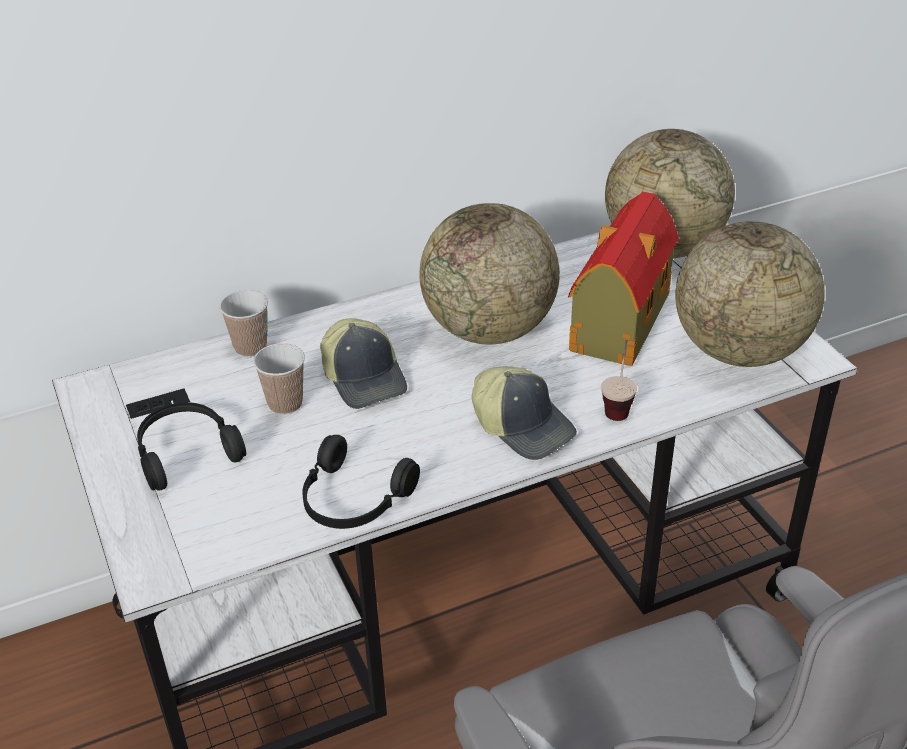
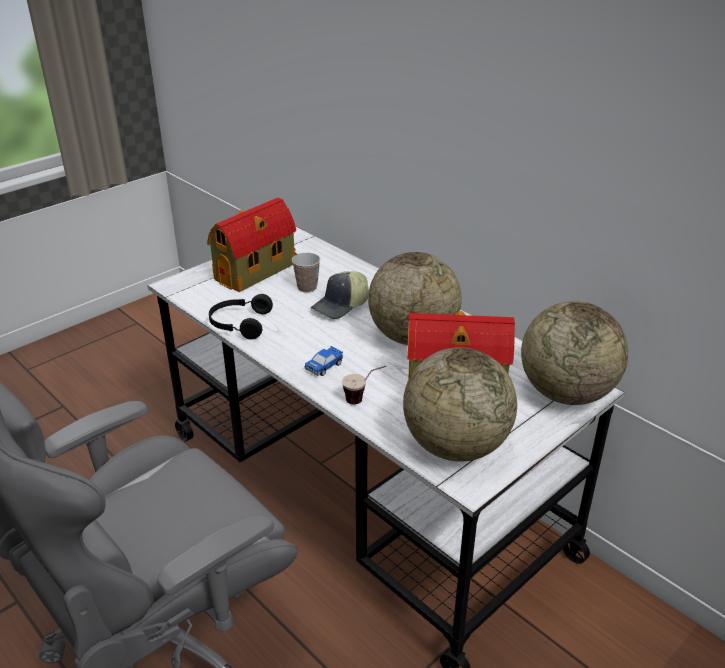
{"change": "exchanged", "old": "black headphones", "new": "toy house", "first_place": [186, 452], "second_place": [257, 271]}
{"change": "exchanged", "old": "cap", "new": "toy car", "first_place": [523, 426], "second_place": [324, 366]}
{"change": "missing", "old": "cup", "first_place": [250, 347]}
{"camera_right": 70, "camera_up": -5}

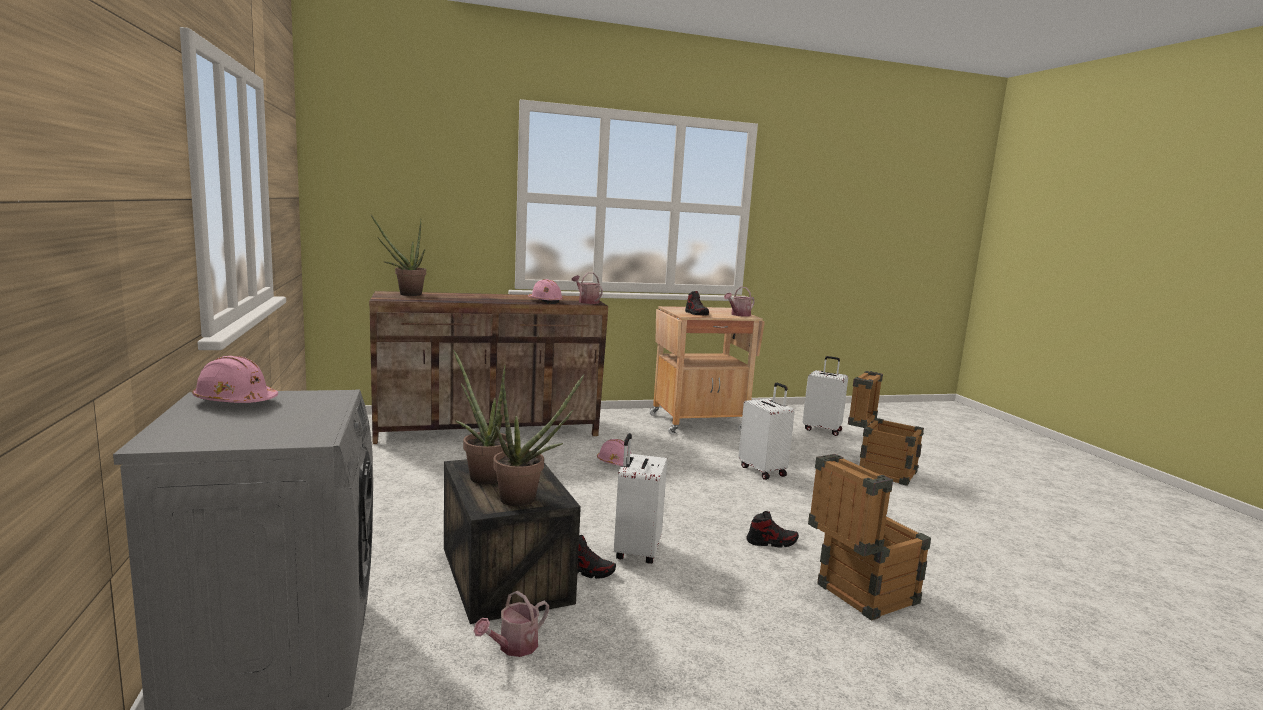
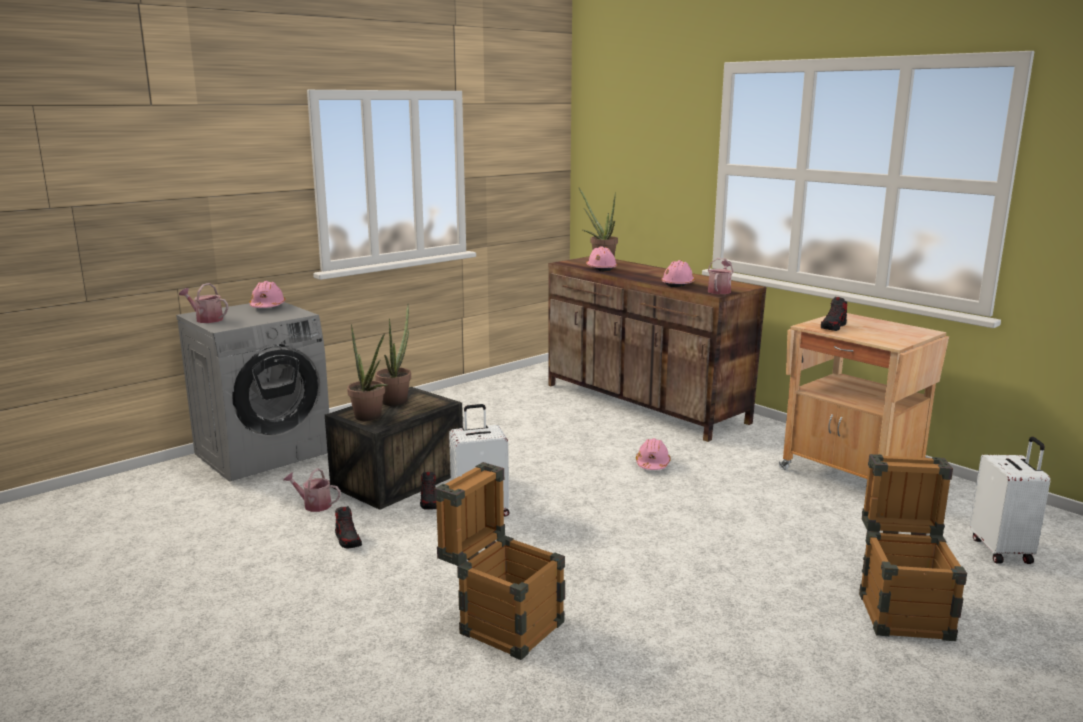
{"change": "relocated", "old": "watering can", "first_place": [738, 315], "second_place": [206, 319]}
{"change": "relocated", "old": "shoe", "first_place": [771, 542], "second_place": [348, 539]}
{"change": "appeared", "new": "pink hard hat", "second_place": [601, 268]}
{"change": "missing", "old": "white suitcase", "first_place": [763, 471]}
{"camera_right": 65, "camera_up": 5}

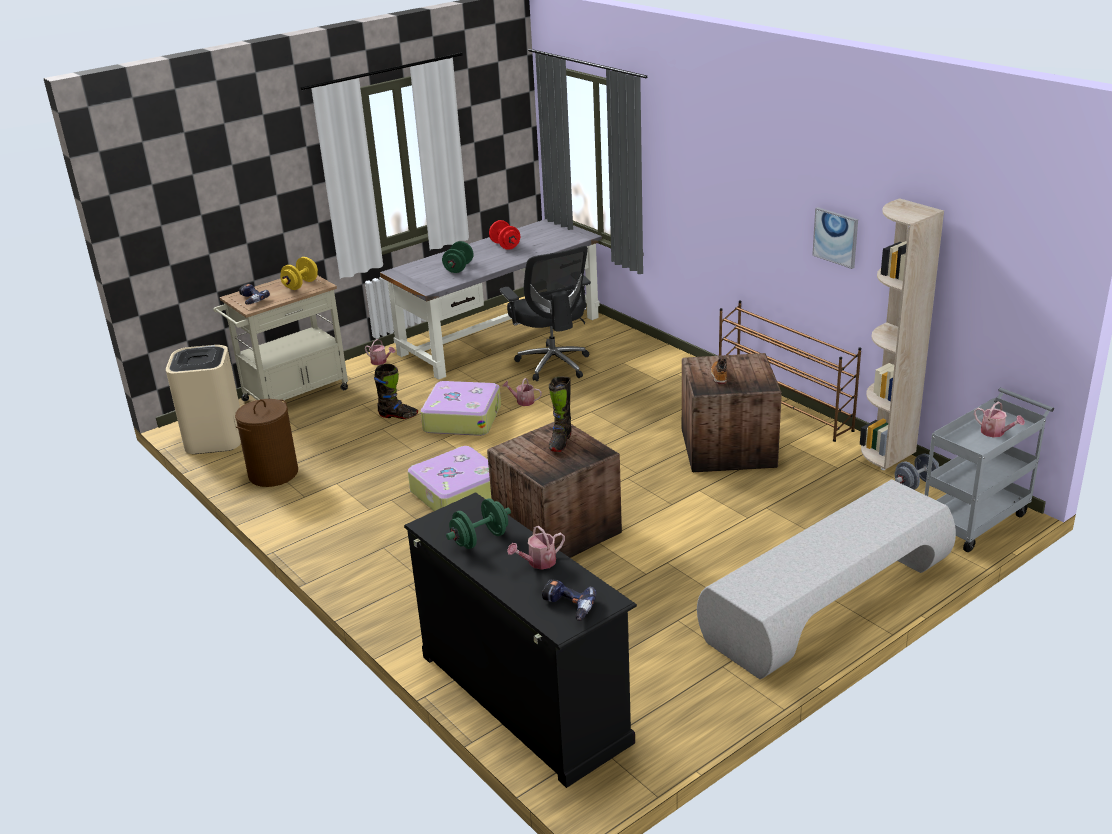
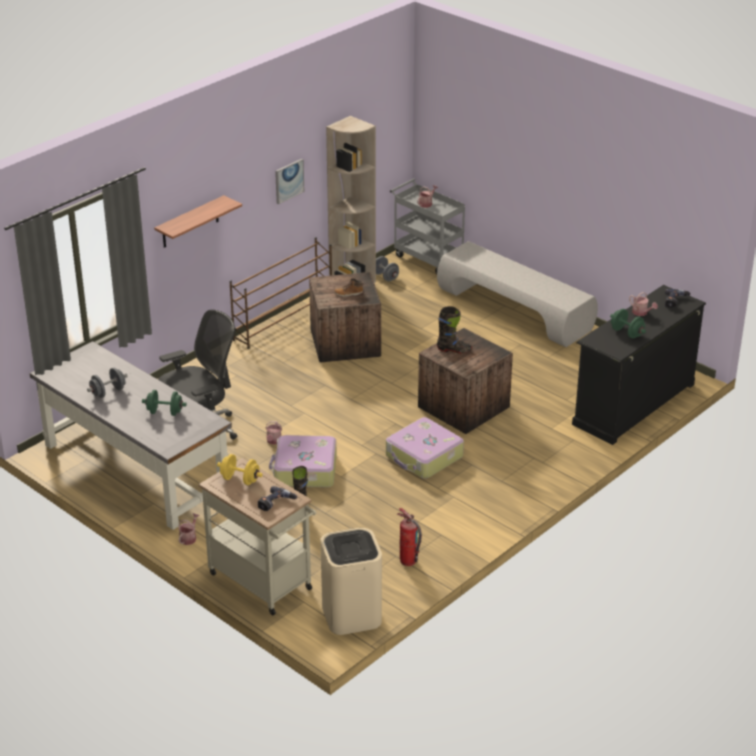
{"change": "colour", "old": "red dumbbell", "new": "grey dumbbell", "first_place": [505, 245], "second_place": [108, 392]}
{"change": "appeared", "new": "shelf", "second_place": [190, 222]}
{"change": "exchanged", "old": "brown laundry basket", "new": "fire extinguisher", "first_place": [273, 473], "second_place": [408, 561]}
{"camera_right": -100, "camera_up": 5}

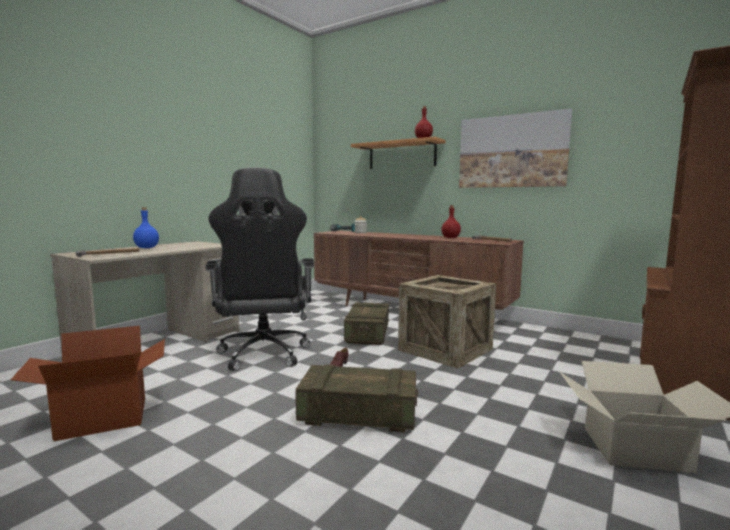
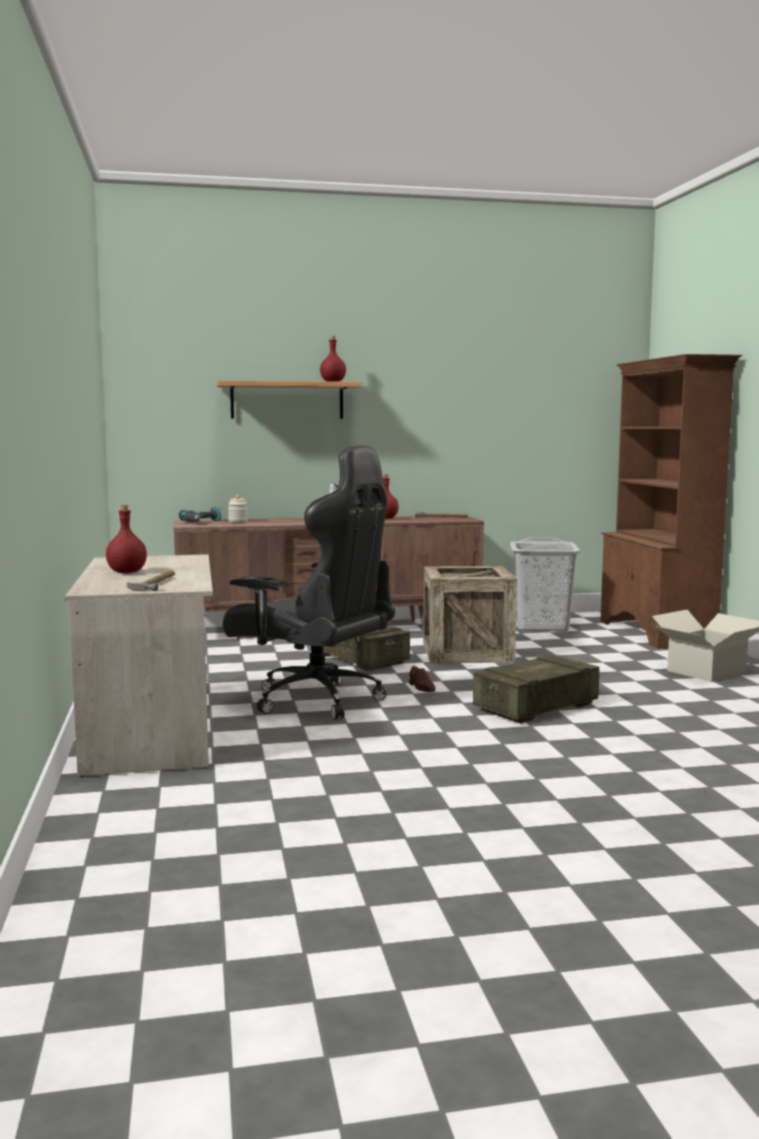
{"change": "colour", "old": "blue bottle", "new": "red bottle", "first_place": [147, 248], "second_place": [127, 572]}
{"change": "appeared", "new": "grey laundry basket", "second_place": [542, 626]}
{"change": "missing", "old": "cardboard box", "first_place": [102, 419]}
{"change": "missing", "old": "picture", "first_place": [512, 151]}
{"camera_right": -45, "camera_up": 0}

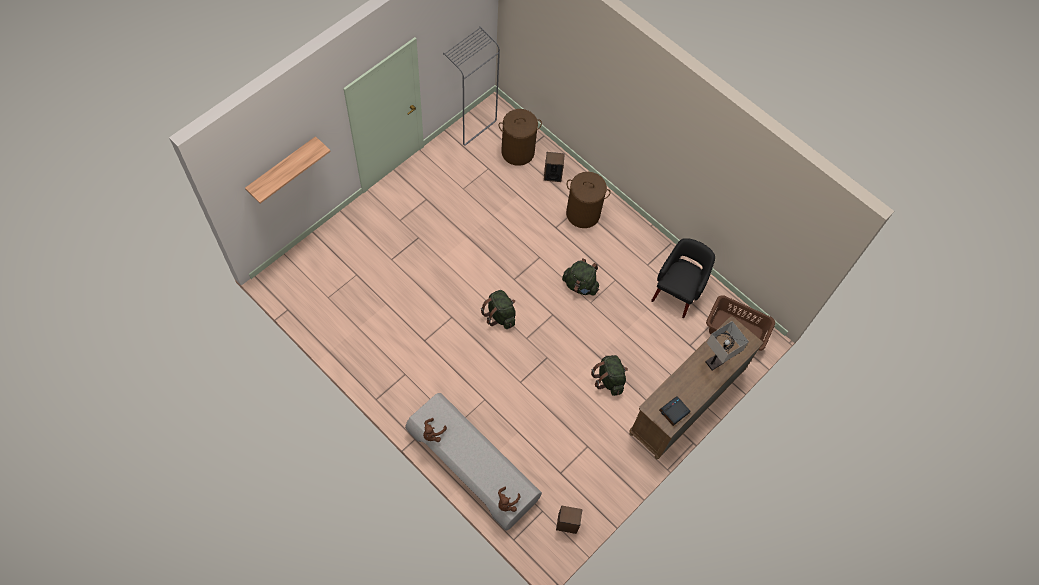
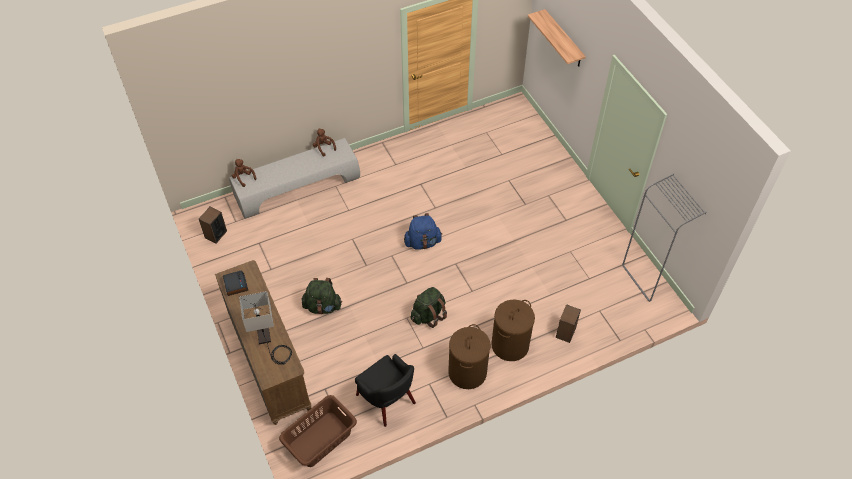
{"change": "colour", "old": "green backpack", "new": "blue backpack", "first_place": [500, 315], "second_place": [422, 242]}
{"change": "relocated", "old": "brown laundry basket", "first_place": [518, 152], "second_place": [467, 372]}
{"camera_right": 115, "camera_up": -10}

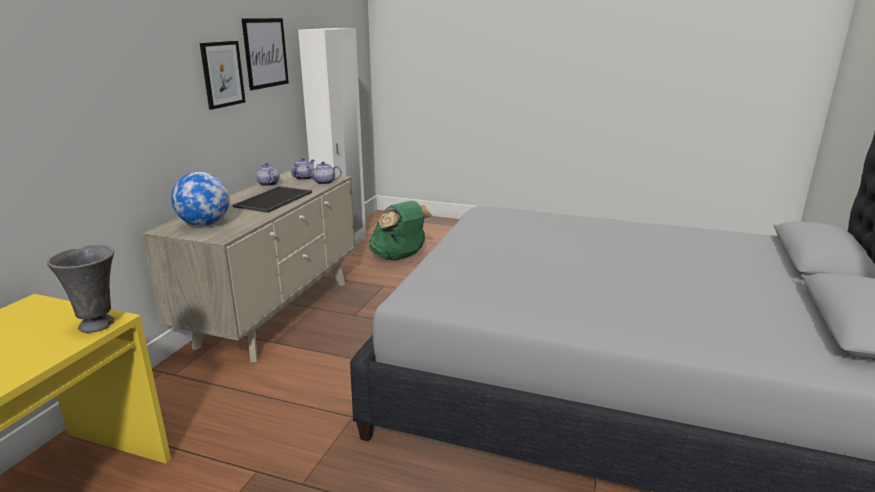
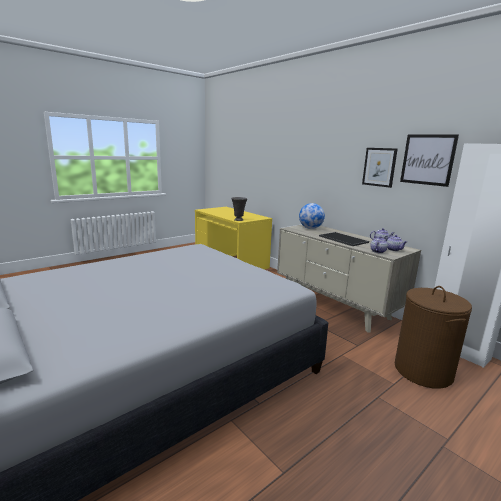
{"change": "exchanged", "old": "green backpack", "new": "brown laundry basket", "first_place": [399, 257], "second_place": [422, 371]}
{"camera_right": 120, "camera_up": -5}

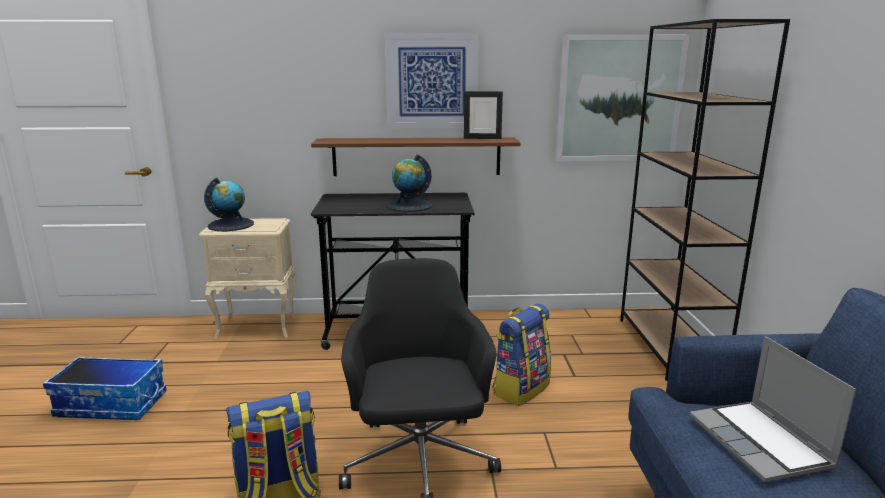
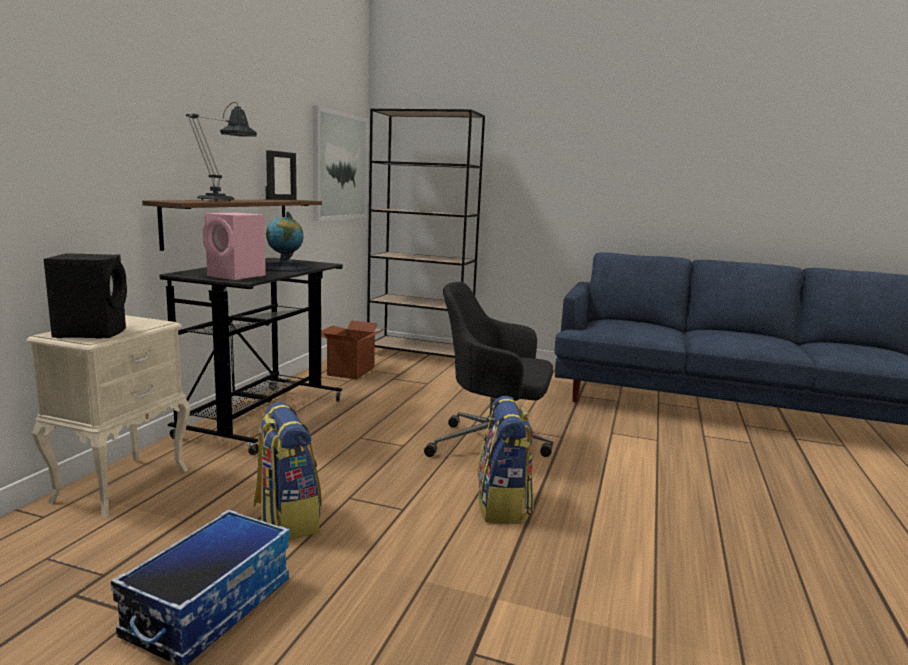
{"change": "exchanged", "old": "globe", "new": "black speaker", "first_place": [231, 225], "second_place": [92, 332]}
{"change": "appeared", "new": "table lamp", "second_place": [222, 200]}
{"change": "appeared", "new": "pink speaker", "second_place": [237, 276]}
{"change": "relocated", "old": "backpack", "first_place": [520, 388], "second_place": [286, 519]}
{"change": "appeared", "new": "cardboard box", "second_place": [350, 371]}
{"change": "missing", "old": "picture", "first_place": [432, 81]}
{"change": "missing", "old": "laptop", "first_place": [761, 443]}
{"camera_right": -70, "camera_up": -5}

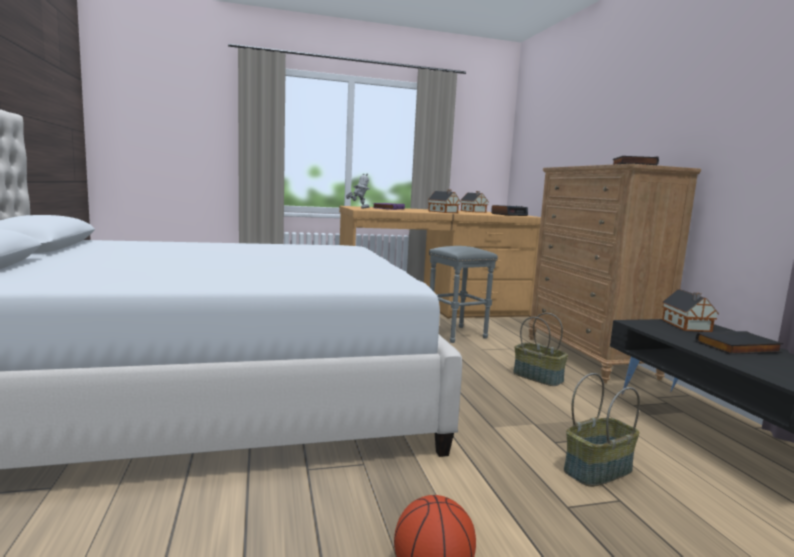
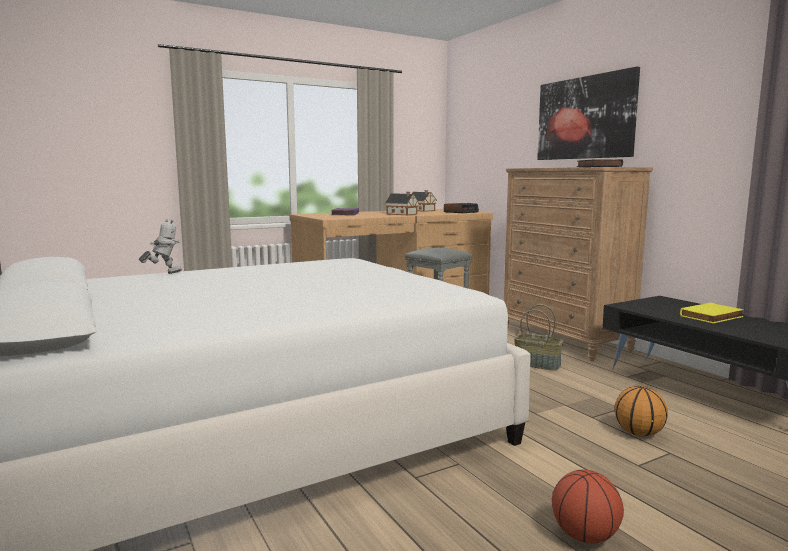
{"change": "relocated", "old": "toy robot", "first_place": [358, 208], "second_place": [163, 274]}
{"change": "appeared", "new": "picture", "second_place": [585, 118]}
{"change": "exchanged", "old": "basket", "new": "basketball", "first_place": [597, 470], "second_place": [638, 433]}
{"change": "colour", "old": "black book", "new": "yellow book", "first_place": [738, 347], "second_place": [712, 317]}
{"change": "missing", "old": "toy house", "first_place": [687, 326]}
{"camera_right": -15, "camera_up": 0}

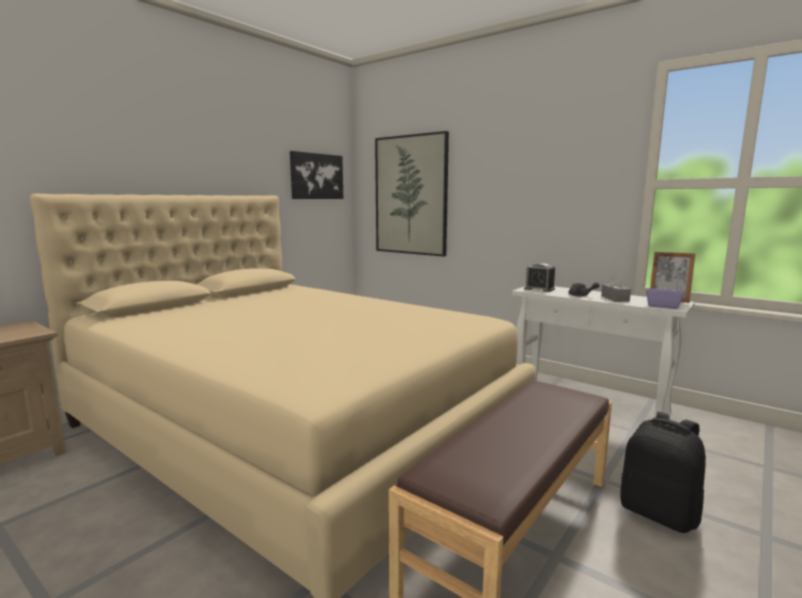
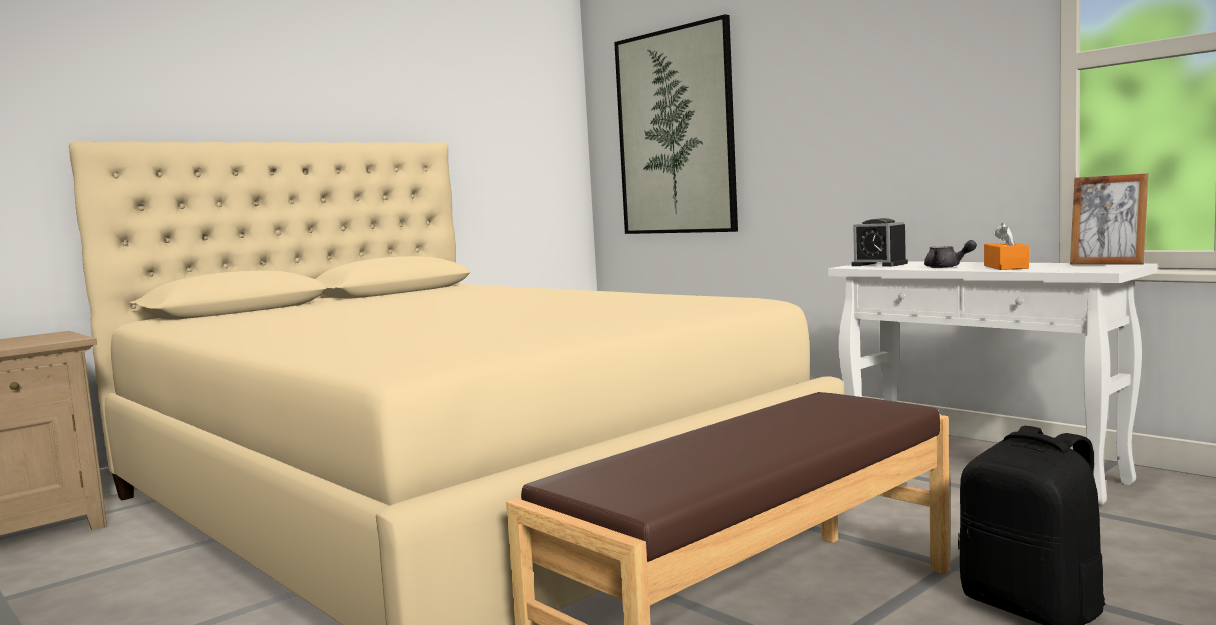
{"change": "colour", "old": "grey tissue box", "new": "orange tissue box", "first_place": [615, 298], "second_place": [1005, 267]}
{"change": "missing", "old": "picture", "first_place": [316, 176]}
{"change": "missing", "old": "purple tissue box", "first_place": [662, 306]}
{"camera_right": 10, "camera_up": -5}

